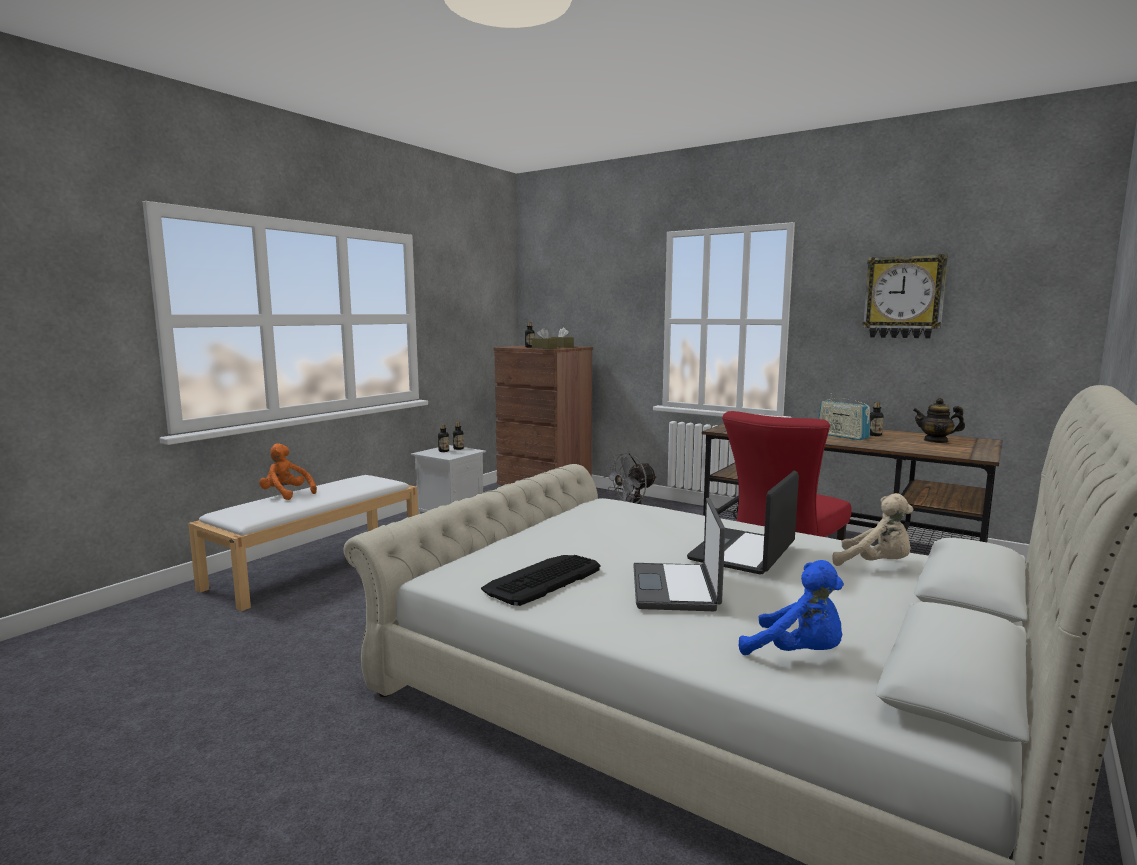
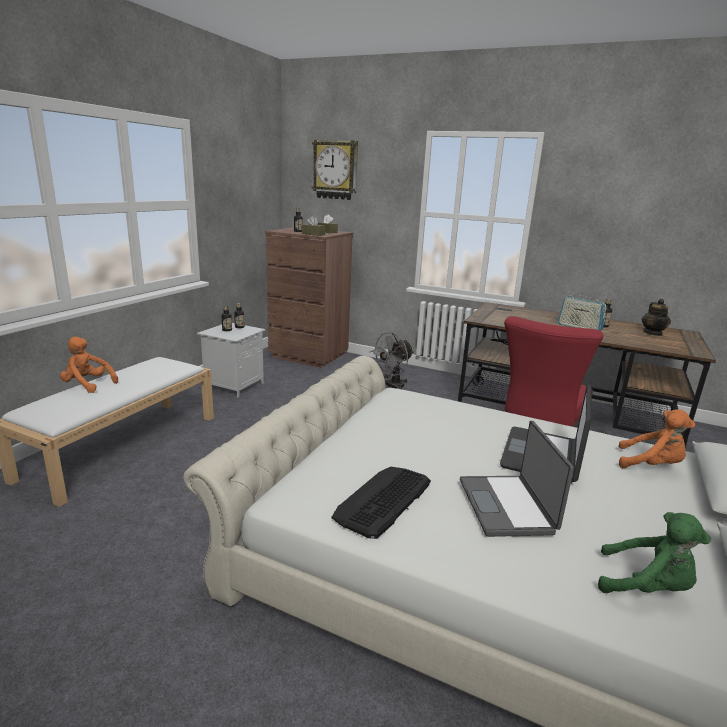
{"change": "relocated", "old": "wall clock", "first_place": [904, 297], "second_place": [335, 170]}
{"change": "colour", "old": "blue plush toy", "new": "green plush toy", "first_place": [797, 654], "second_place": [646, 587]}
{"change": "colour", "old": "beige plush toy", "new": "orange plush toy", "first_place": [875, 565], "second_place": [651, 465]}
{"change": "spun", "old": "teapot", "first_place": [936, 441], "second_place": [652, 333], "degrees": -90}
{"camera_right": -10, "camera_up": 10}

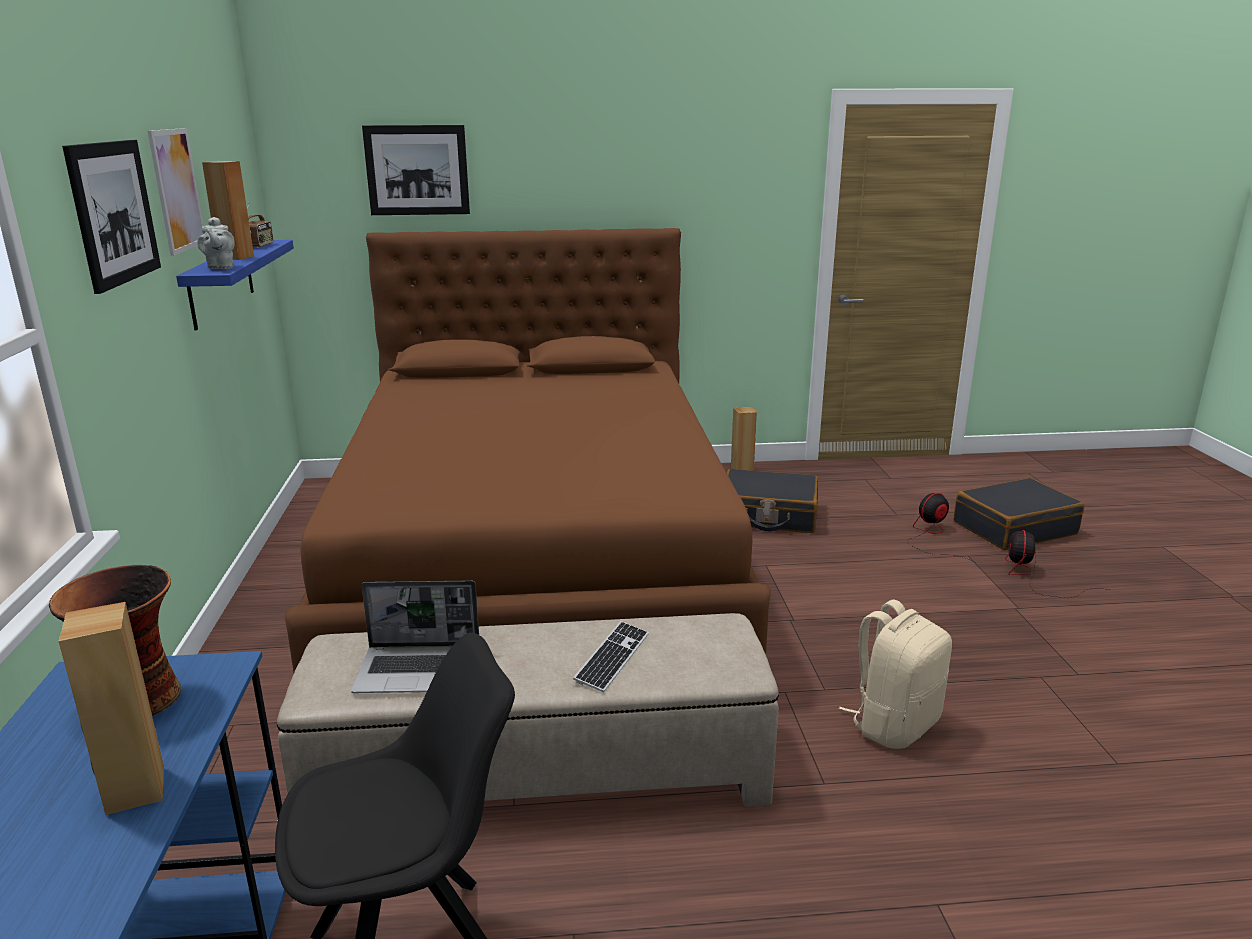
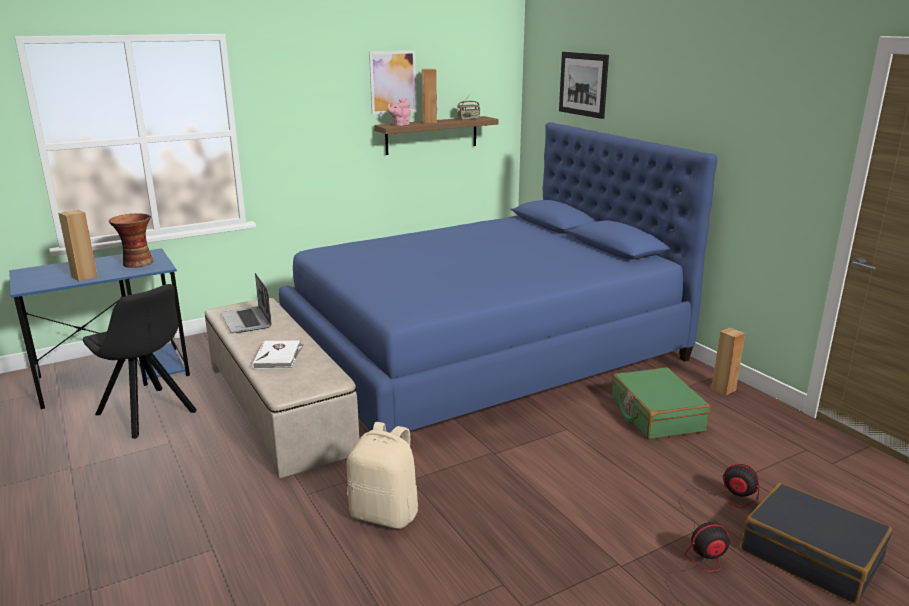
{"change": "exchanged", "old": "keyboard", "new": "white book", "first_place": [612, 658], "second_place": [278, 357]}
{"change": "colour", "old": "brown bed", "new": "blue bed", "first_place": [537, 562], "second_place": [485, 353]}
{"change": "colour", "old": "blue shelf", "new": "brown shelf", "first_place": [221, 283], "second_place": [431, 135]}
{"change": "colour", "old": "grey teapot", "new": "pink teapot", "first_place": [220, 267], "second_place": [400, 124]}
{"change": "colour", "old": "black suitcase", "new": "green suitcase", "first_place": [768, 515], "second_place": [656, 415]}
{"change": "missing", "old": "picture", "first_place": [114, 212]}
{"camera_right": 65, "camera_up": 0}

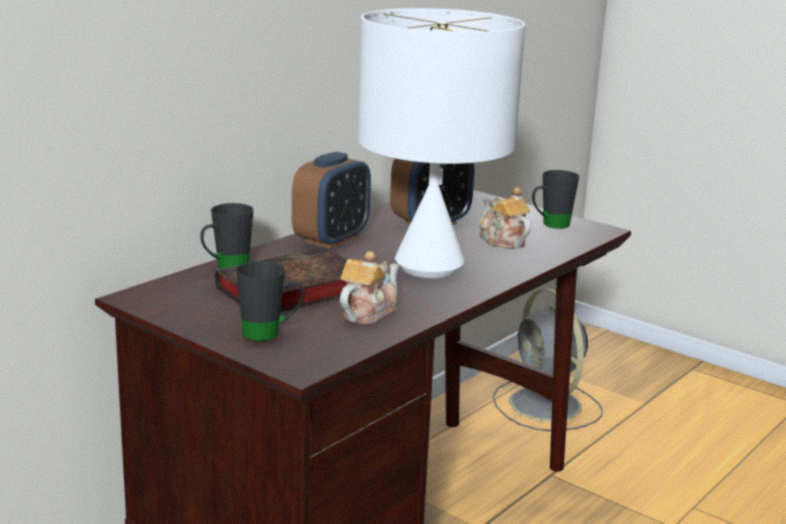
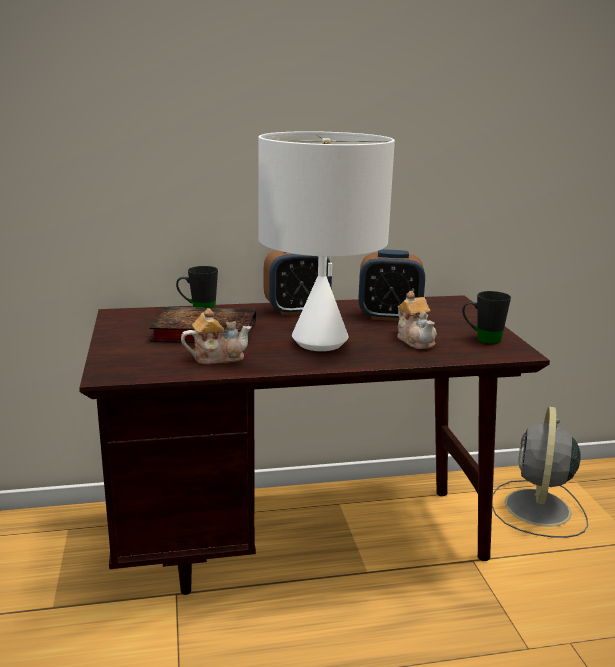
{"change": "spun", "old": "teapot", "first_place": [502, 241], "second_place": [415, 340], "degrees": 150}
{"change": "missing", "old": "black mug", "first_place": [270, 334]}
{"camera_right": 40, "camera_up": 0}

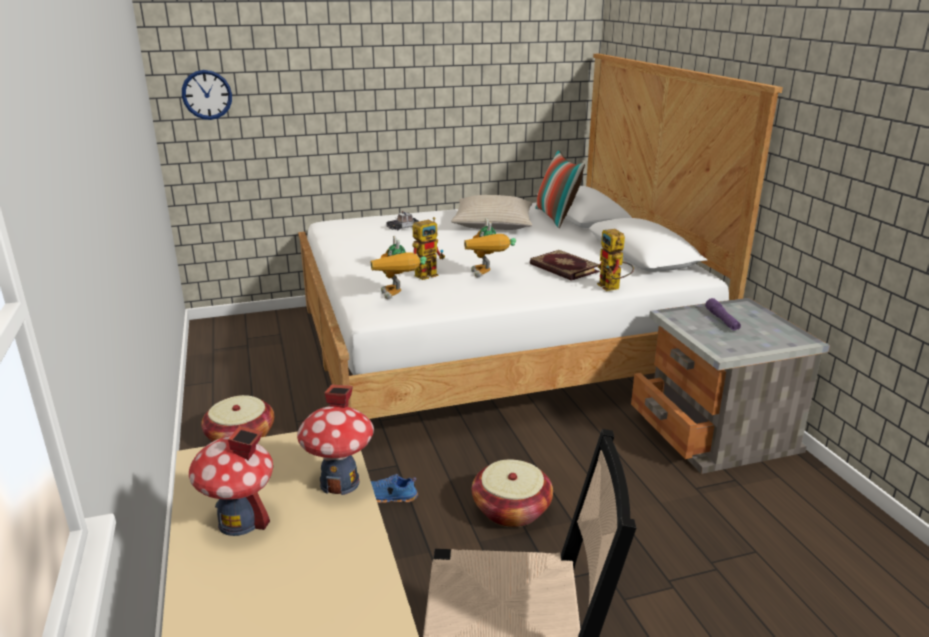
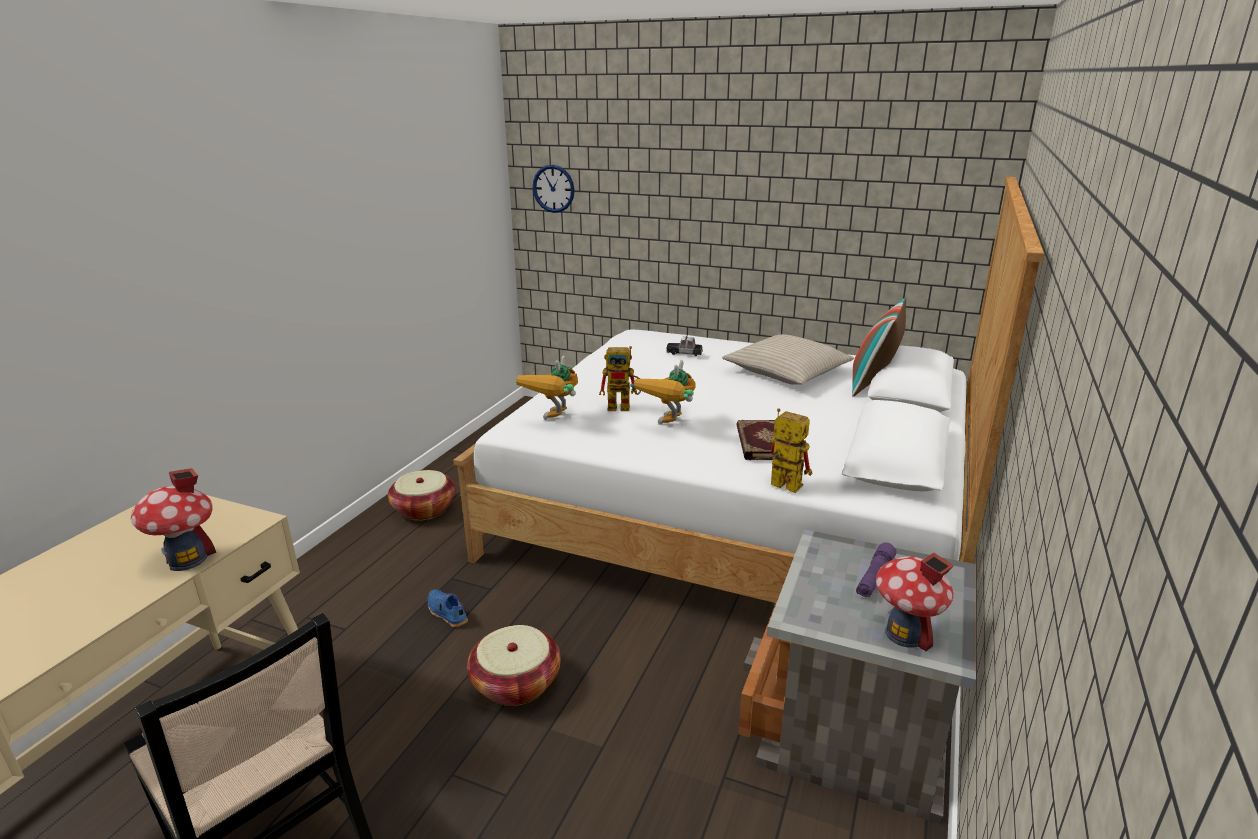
{"change": "spun", "old": "toy robot", "first_place": [612, 288], "second_place": [778, 484], "degrees": 105}
{"change": "relocated", "old": "toy house", "first_place": [240, 521], "second_place": [905, 634]}
{"camera_right": 40, "camera_up": 0}

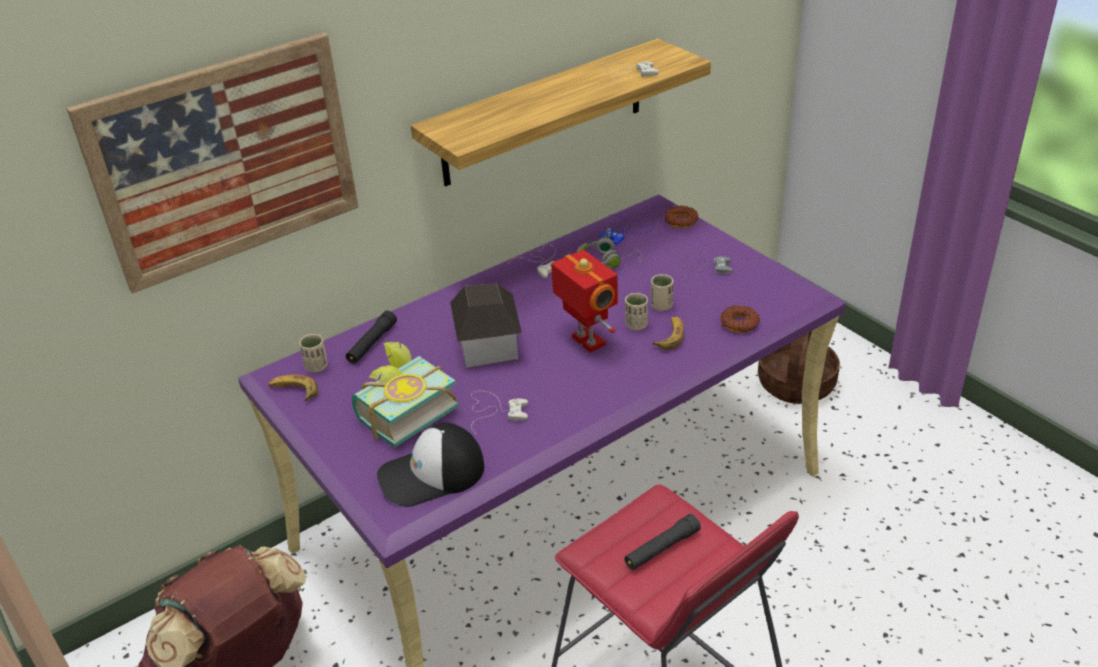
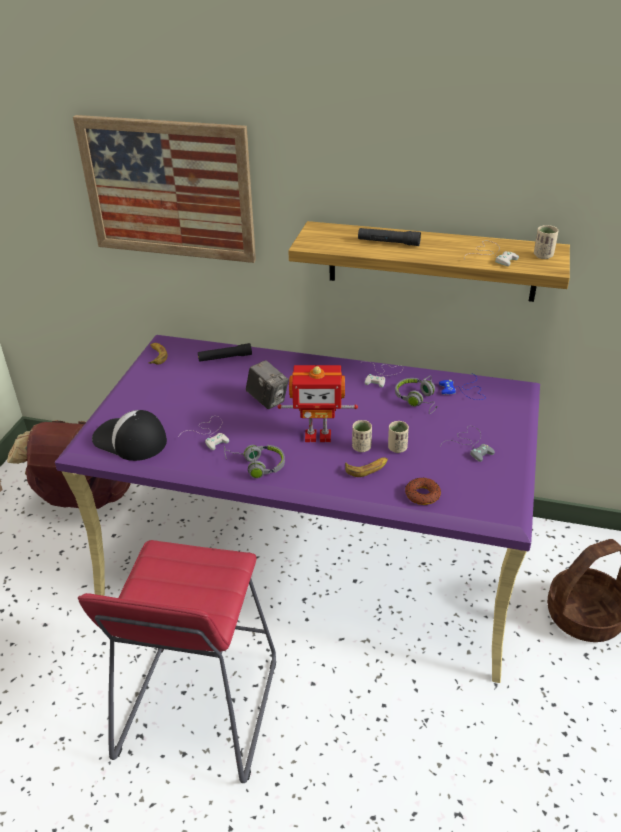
{"change": "appeared", "new": "grey headphones", "second_place": [255, 465]}
{"change": "exchanged", "old": "toy house", "new": "photo camera", "first_place": [488, 347], "second_place": [267, 400]}
{"change": "spun", "old": "toy robot", "first_place": [586, 342], "second_place": [318, 435], "degrees": 75}
{"change": "relocated", "old": "black flashlight", "first_place": [661, 548], "second_place": [388, 242]}
{"change": "relocated", "old": "beige cup", "first_place": [316, 367], "second_place": [543, 256]}
{"change": "missing", "old": "book", "first_place": [401, 411]}
{"change": "missing", "old": "donut", "first_place": [680, 221]}
{"camera_right": 50, "camera_up": 0}

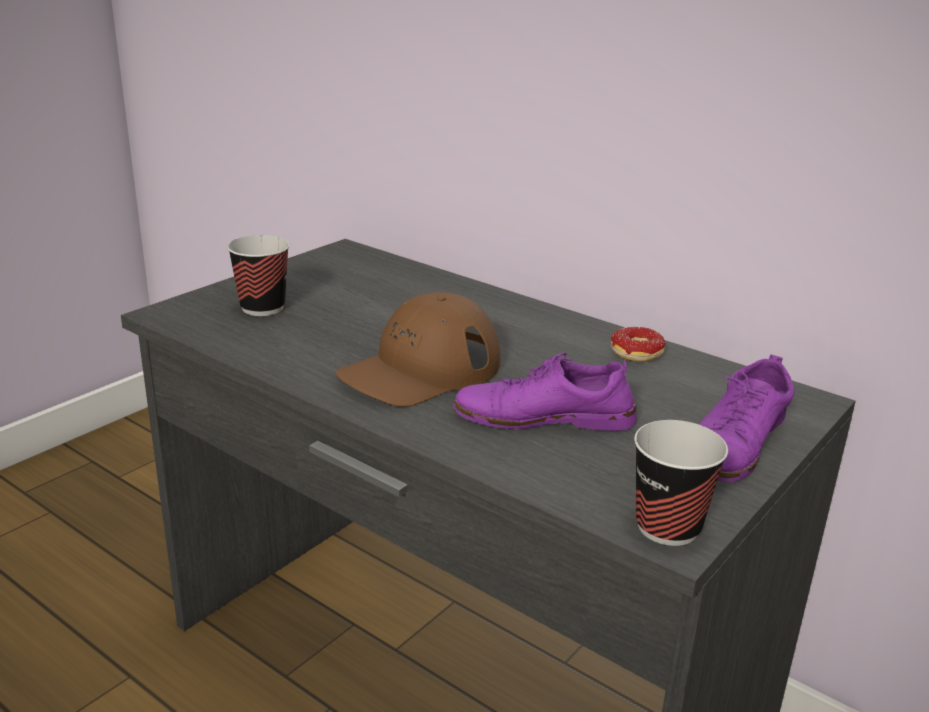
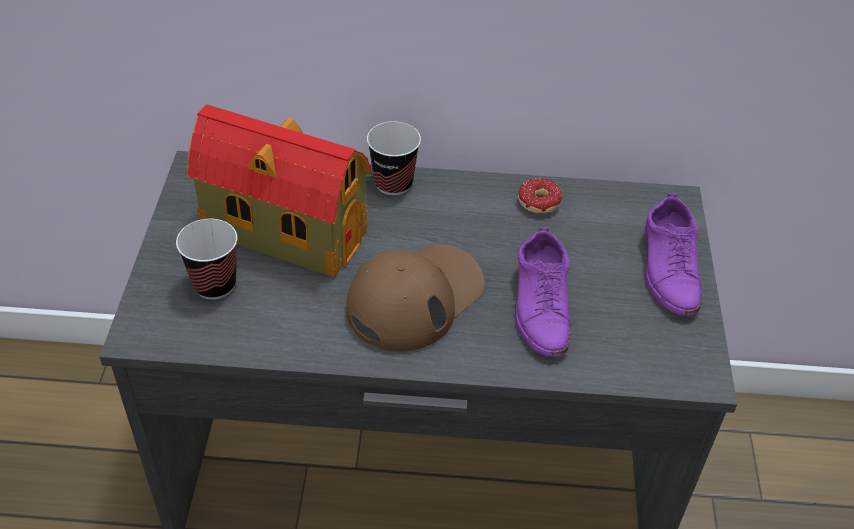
{"change": "appeared", "new": "toy house", "second_place": [281, 230]}
{"change": "spun", "old": "brown cap", "first_place": [420, 370], "second_place": [415, 298], "degrees": -150}
{"change": "relocated", "old": "cup", "first_place": [667, 527], "second_place": [393, 183]}
{"change": "spun", "old": "purple shoe", "first_place": [544, 417], "second_place": [541, 305], "degrees": -60}
{"camera_right": -35, "camera_up": 20}

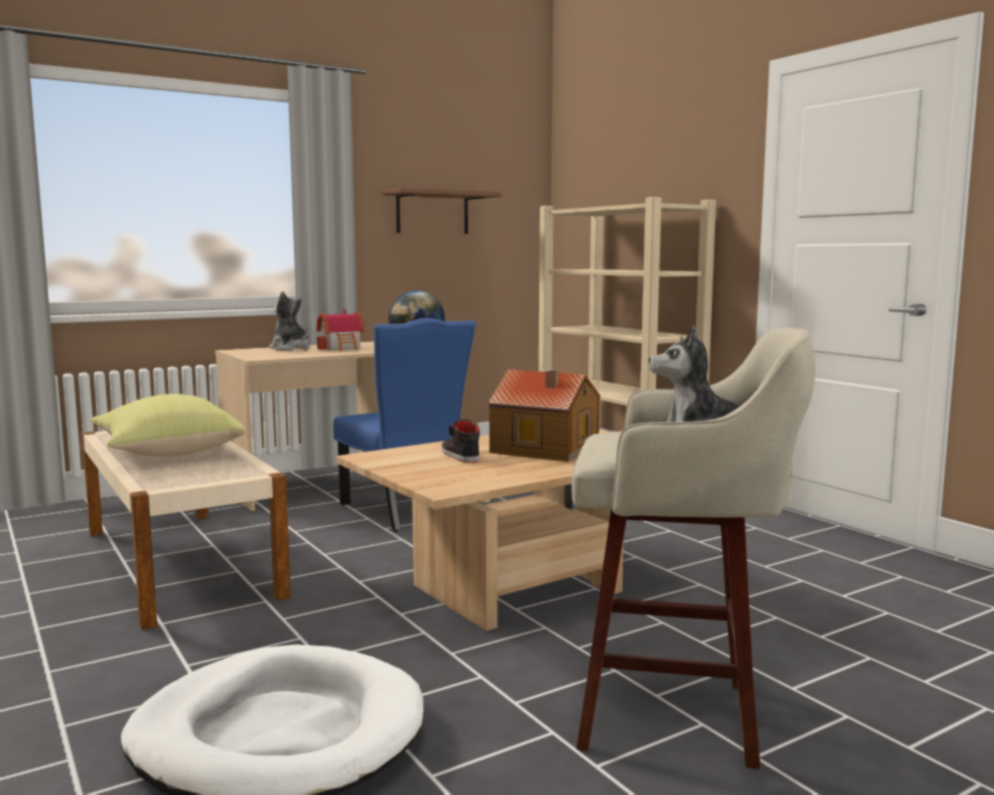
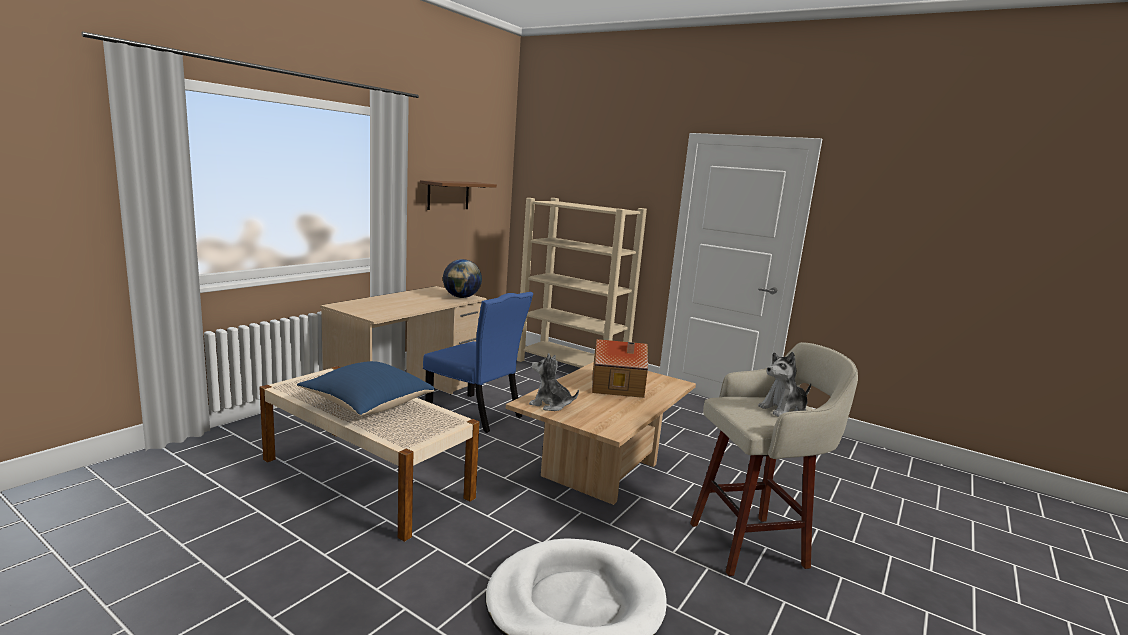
{"change": "colour", "old": "yellow pillow", "new": "blue pillow", "first_place": [167, 453], "second_place": [366, 406]}
{"change": "relocated", "old": "plush toy", "first_place": [290, 348], "second_place": [550, 404]}
{"change": "missing", "old": "toy house", "first_place": [342, 348]}
{"change": "missing", "old": "black shoe", "first_place": [459, 455]}
{"camera_right": -25, "camera_up": 5}

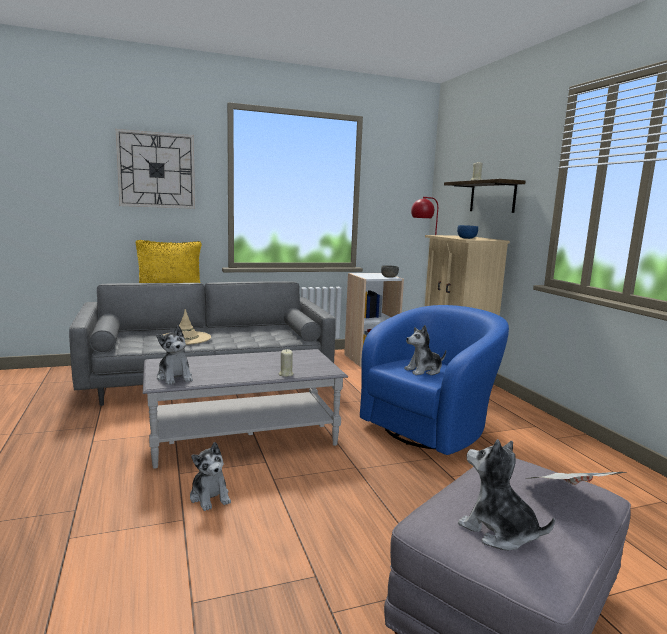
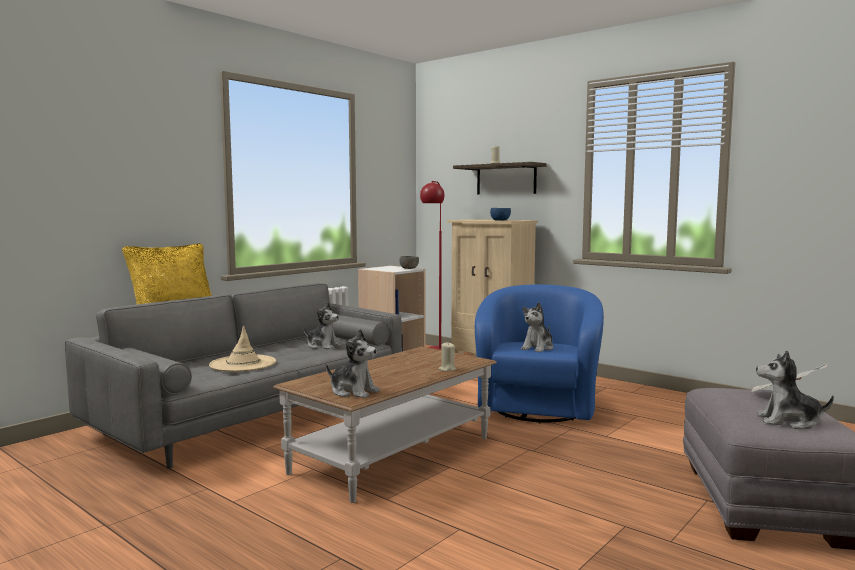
{"change": "colour", "old": "grey coffee table", "new": "brown coffee table", "first_place": [243, 437], "second_place": [393, 454]}
{"change": "relocated", "old": "plush toy", "first_place": [210, 497], "second_place": [323, 346]}
{"change": "missing", "old": "wall clock", "first_place": [156, 170]}
{"camera_right": -30, "camera_up": -5}

